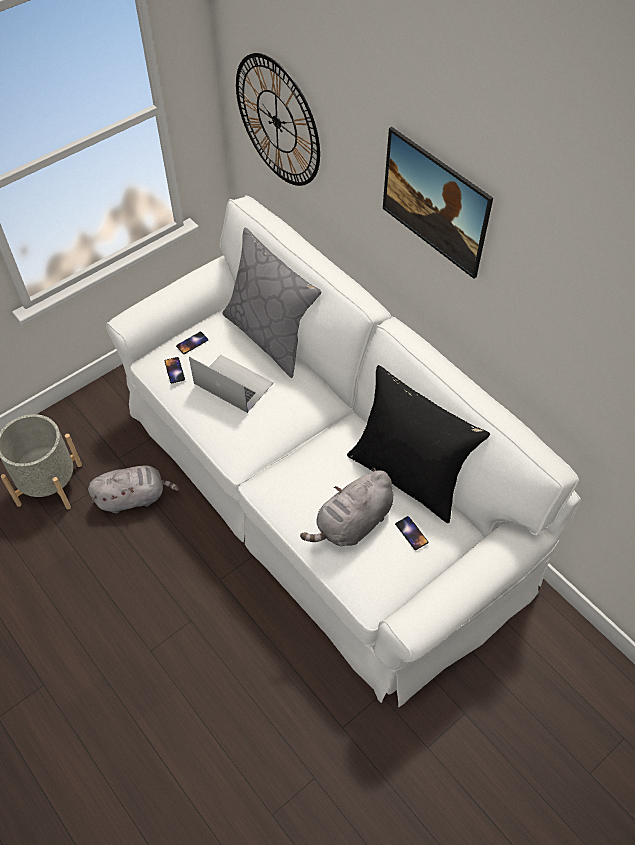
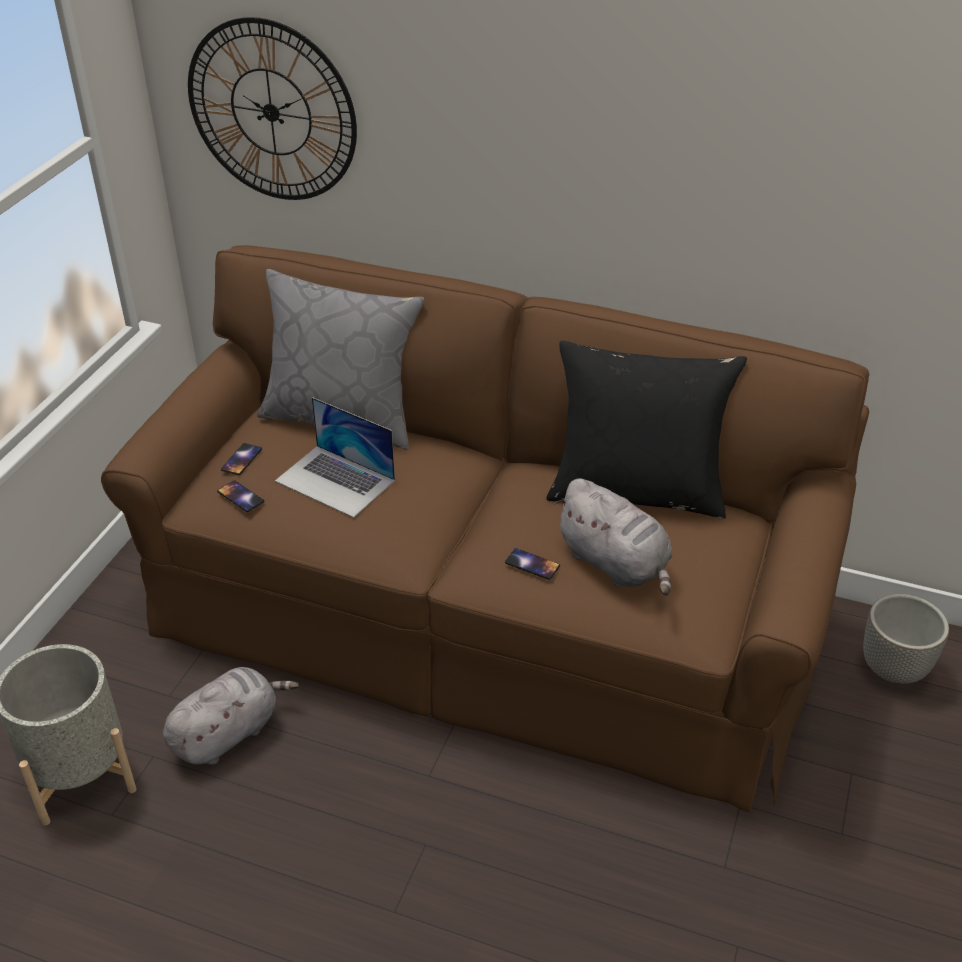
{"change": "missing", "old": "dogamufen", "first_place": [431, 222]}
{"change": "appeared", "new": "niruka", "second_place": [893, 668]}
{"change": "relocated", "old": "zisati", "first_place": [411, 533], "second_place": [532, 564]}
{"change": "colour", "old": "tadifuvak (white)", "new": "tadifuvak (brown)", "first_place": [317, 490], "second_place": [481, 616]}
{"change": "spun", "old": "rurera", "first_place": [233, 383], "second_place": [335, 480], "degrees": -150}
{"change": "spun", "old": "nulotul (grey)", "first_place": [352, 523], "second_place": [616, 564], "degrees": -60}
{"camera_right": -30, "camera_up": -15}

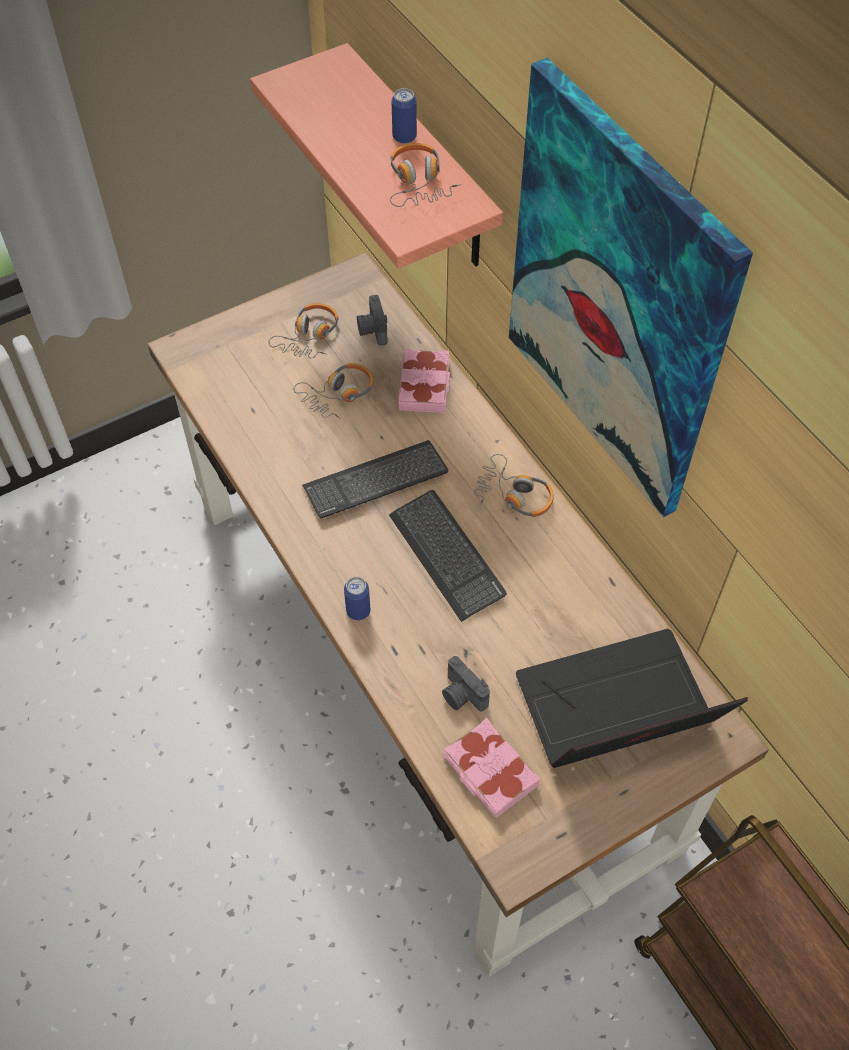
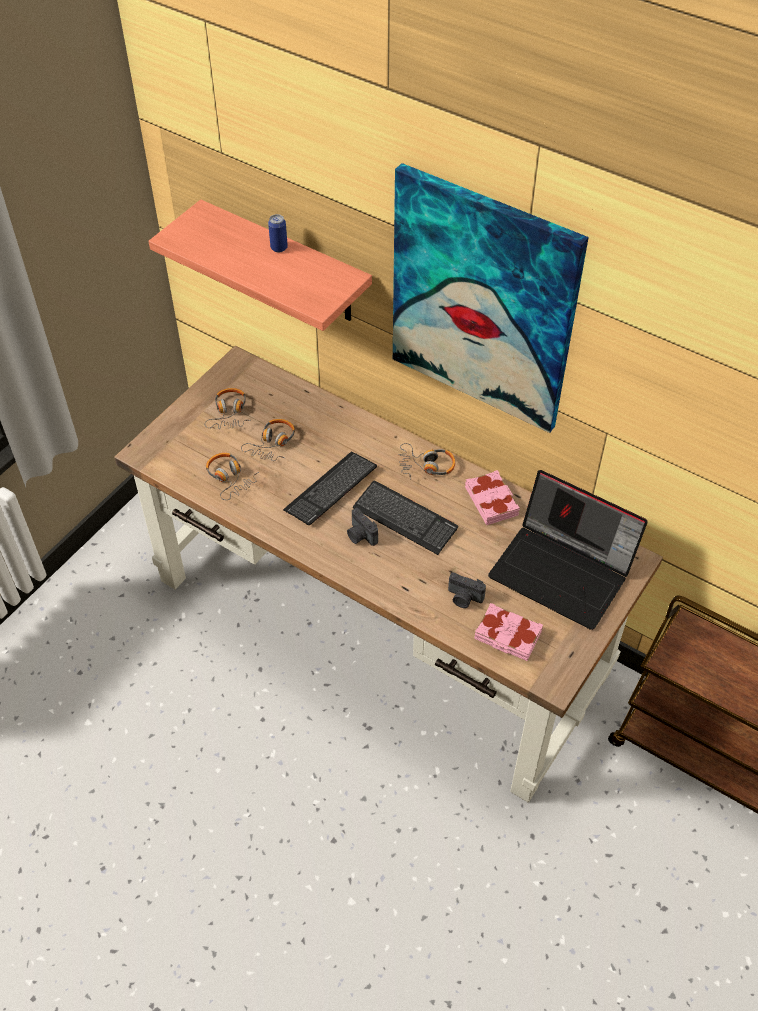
{"change": "missing", "old": "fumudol", "first_place": [358, 611]}
{"change": "relocated", "old": "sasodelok", "first_place": [372, 330], "second_place": [360, 536]}
{"change": "relocated", "old": "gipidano", "first_place": [418, 183], "second_place": [229, 478]}
{"change": "relocated", "old": "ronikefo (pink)", "first_place": [425, 385], "second_place": [492, 501]}
{"change": "spun", "old": "rurera", "first_place": [615, 713], "second_place": [563, 572], "degrees": -105}
{"camera_right": -25, "camera_up": -5}

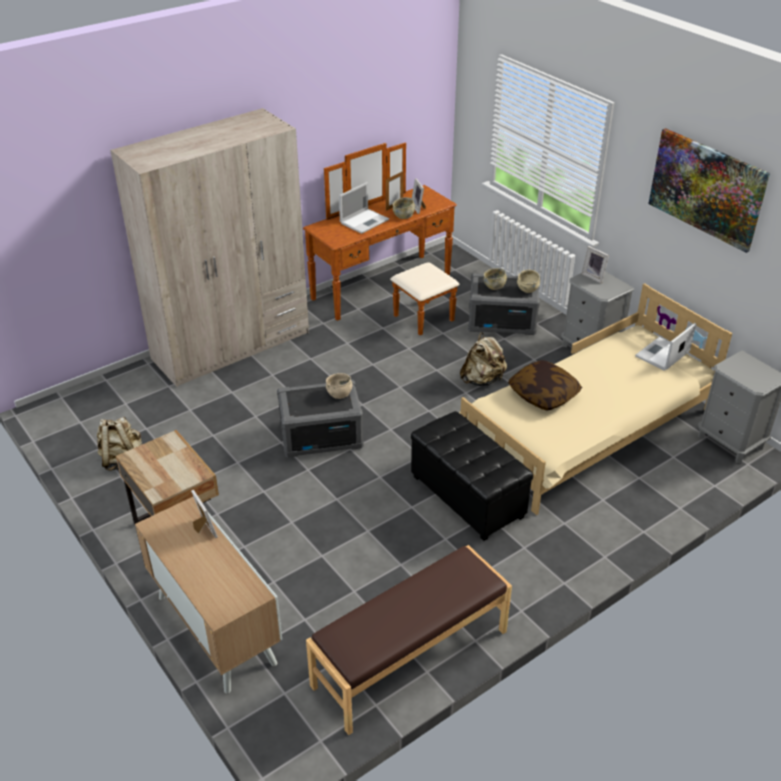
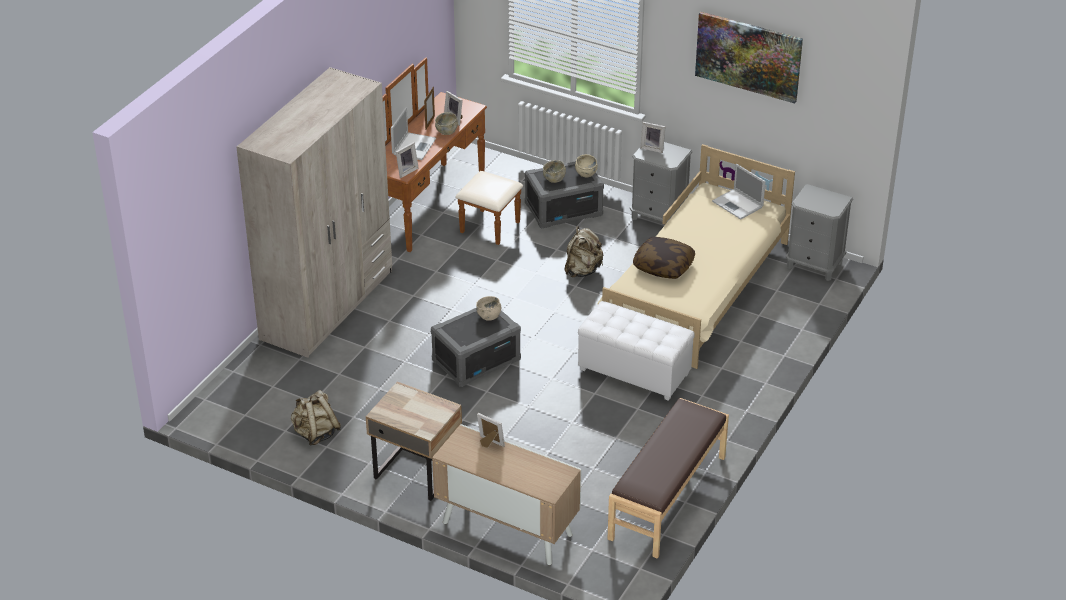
{"change": "appeared", "new": "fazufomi", "second_place": [406, 171]}
{"change": "colour", "old": "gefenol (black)", "new": "gefenol (white)", "first_place": [468, 497], "second_place": [634, 372]}
{"change": "spun", "old": "rurera", "first_place": [662, 355], "second_place": [738, 205], "degrees": -60}
{"camera_right": -25, "camera_up": 0}

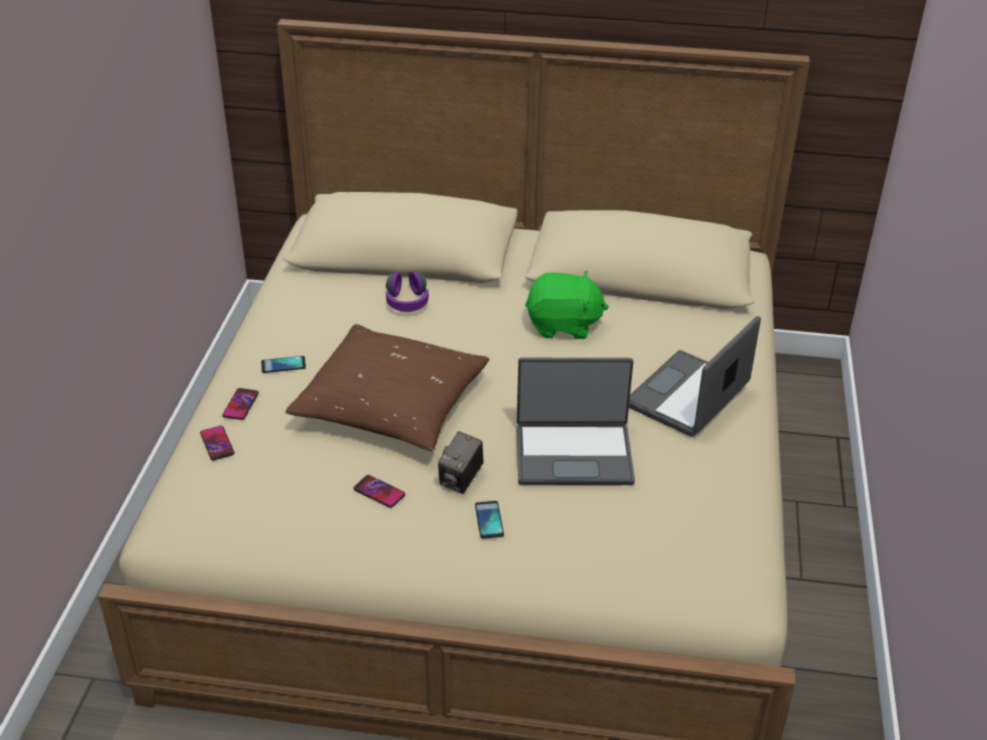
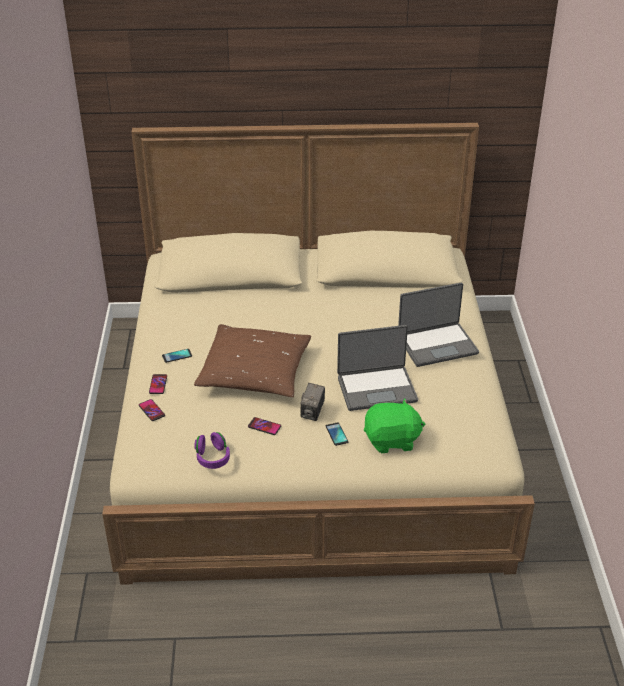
{"change": "relocated", "old": "gipidano (purple)", "first_place": [407, 302], "second_place": [212, 458]}
{"change": "relocated", "old": "nulotul (green)", "first_place": [563, 325], "second_place": [392, 440]}
{"change": "spun", "old": "rurera", "first_place": [689, 397], "second_place": [437, 345], "degrees": -135}
{"camera_right": -10, "camera_up": 0}

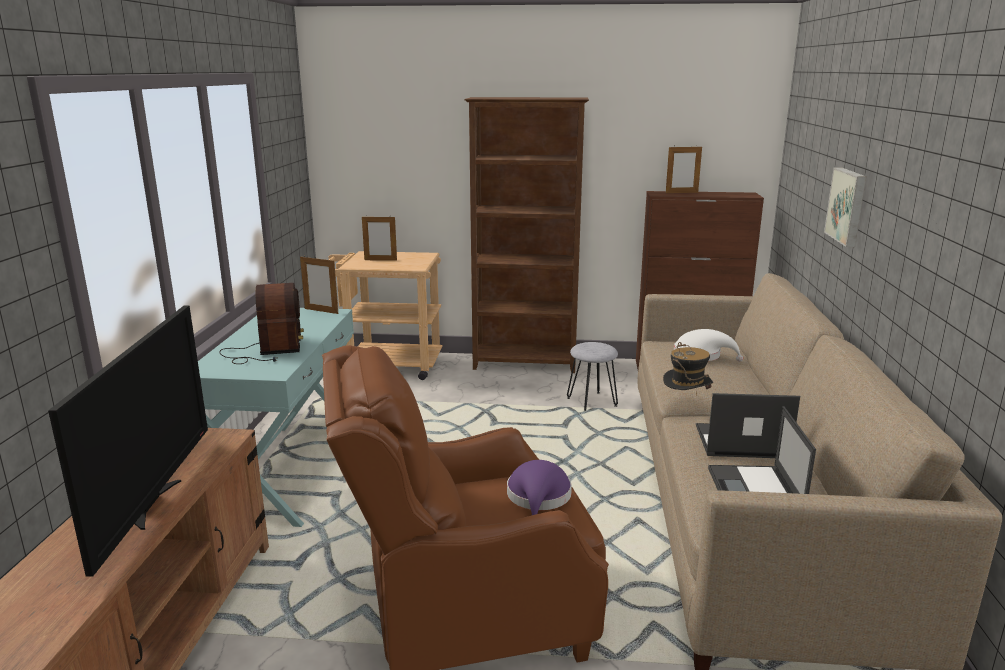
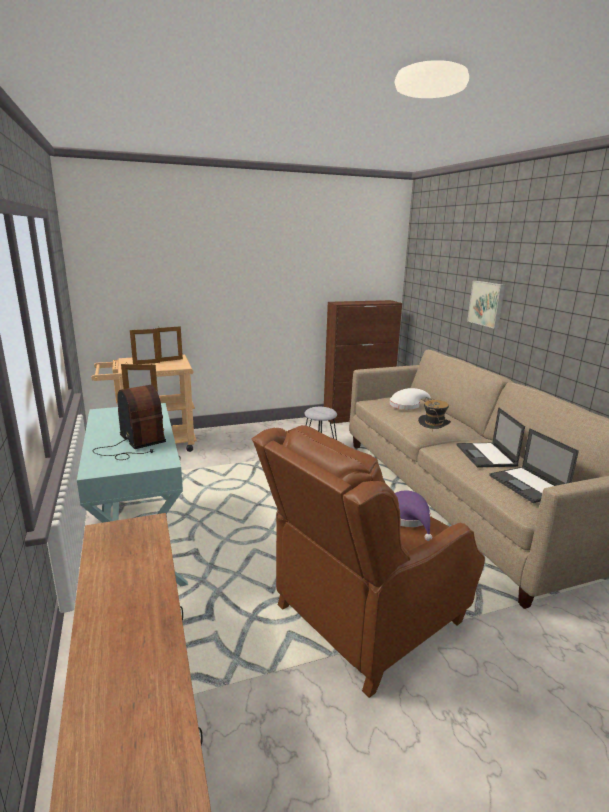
{"change": "missing", "old": "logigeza", "first_place": [154, 503]}
{"change": "missing", "old": "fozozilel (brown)", "first_place": [525, 364]}
{"change": "relocated", "old": "fazufomi", "first_place": [681, 192], "second_place": [170, 360]}
{"change": "spun", "old": "rurera", "first_place": [740, 442], "second_place": [486, 455], "degrees": -75}
{"camera_right": -25, "camera_up": 0}

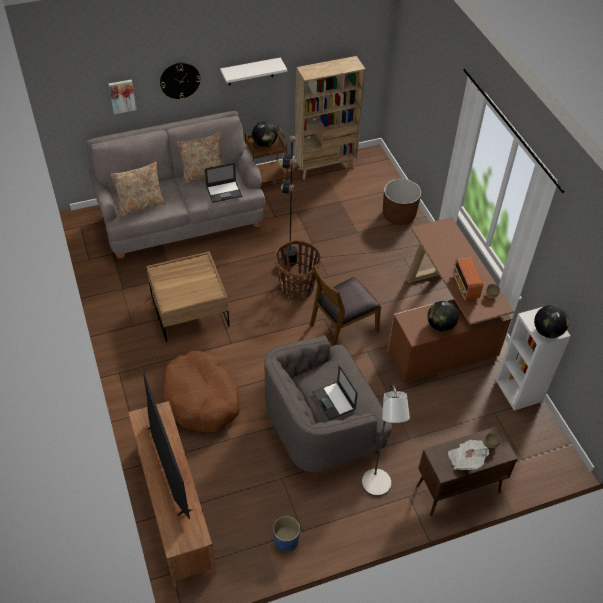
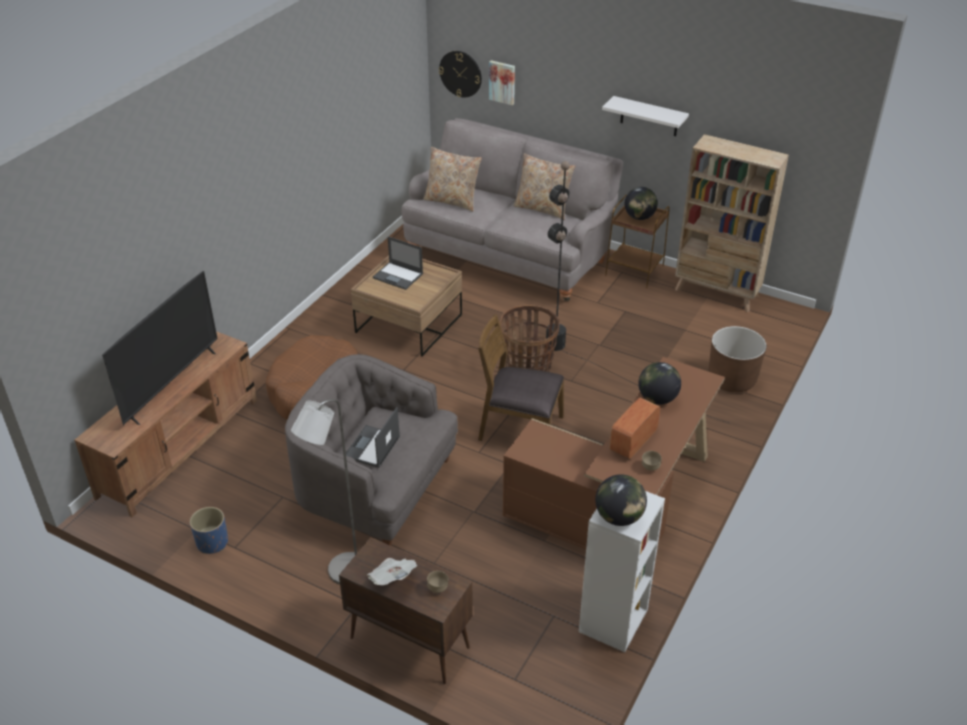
{"change": "relocated", "old": "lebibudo", "first_place": [180, 80], "second_place": [460, 73]}
{"change": "relocated", "old": "rurera", "first_place": [224, 191], "second_place": [398, 276]}
{"change": "relocated", "old": "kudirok", "first_place": [440, 325], "second_place": [657, 399]}
{"camera_right": 50, "camera_up": -10}

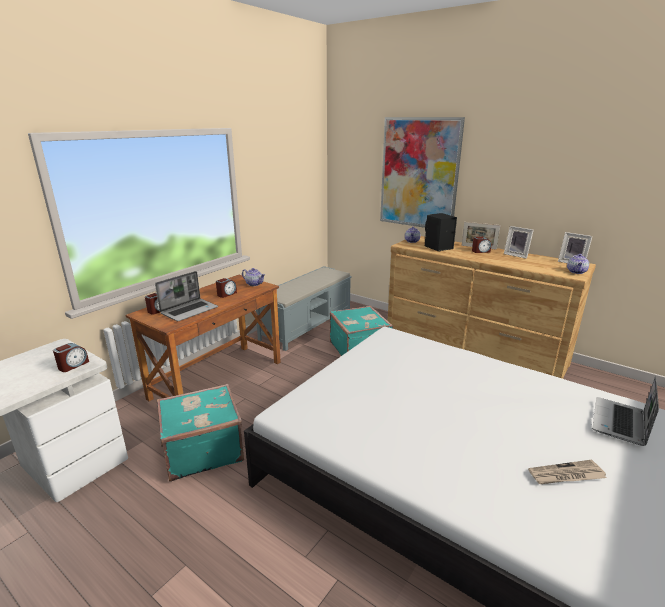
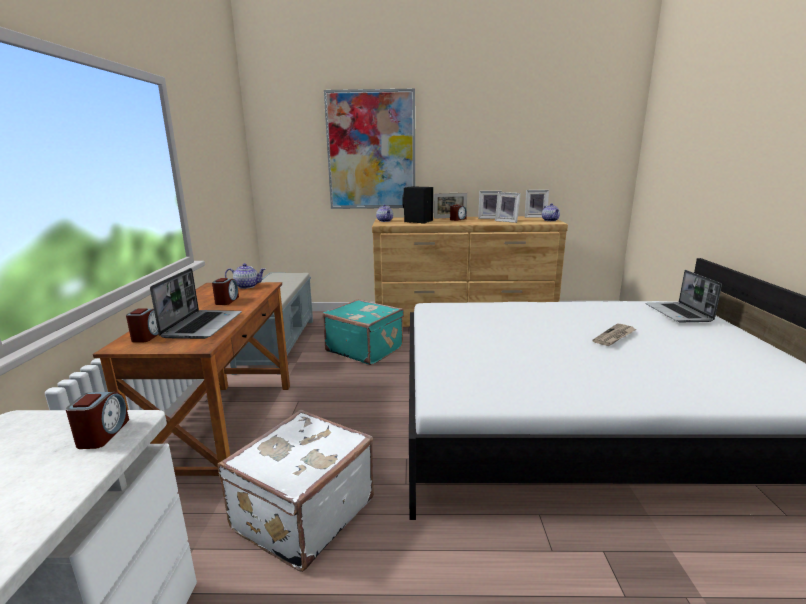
{"change": "appeared", "new": "fazufomi", "second_place": [507, 221]}
{"change": "relocated", "old": "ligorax", "first_place": [566, 475], "second_place": [614, 336]}
{"change": "colour", "old": "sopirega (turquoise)", "new": "sopirega (white)", "first_place": [202, 450], "second_place": [301, 513]}
{"camera_right": -35, "camera_up": -5}

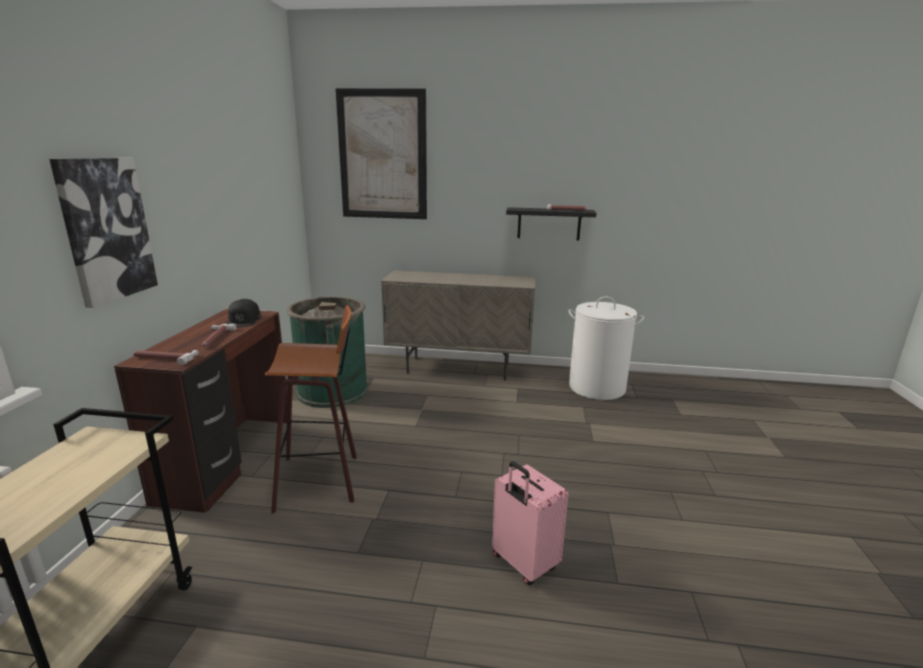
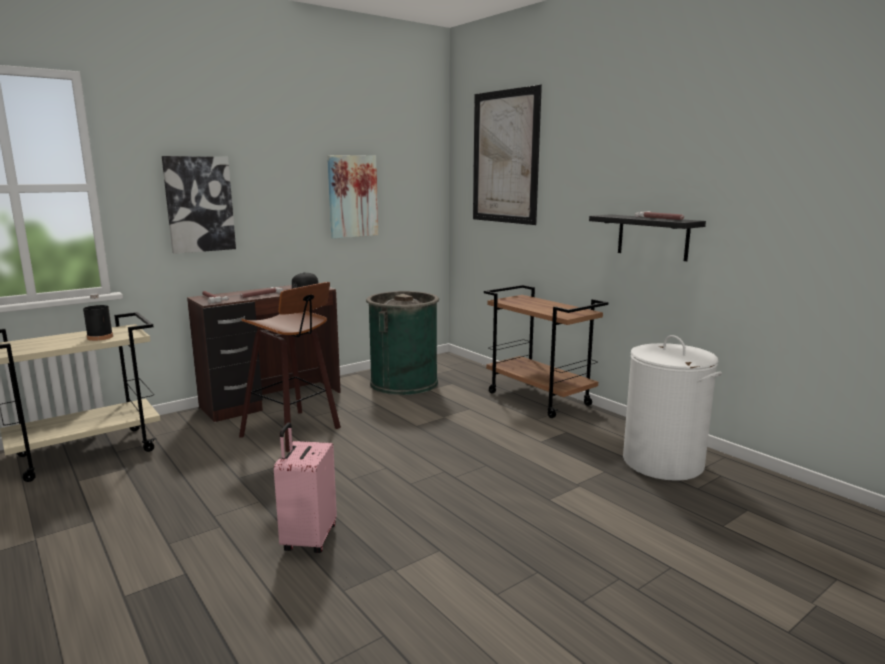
{"change": "appeared", "new": "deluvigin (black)", "second_place": [100, 337]}
{"change": "appeared", "new": "dogamufen", "second_place": [352, 196]}
{"change": "exchanged", "old": "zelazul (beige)", "new": "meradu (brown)", "first_place": [459, 369], "second_place": [540, 399]}
{"camera_right": 45, "camera_up": -5}

